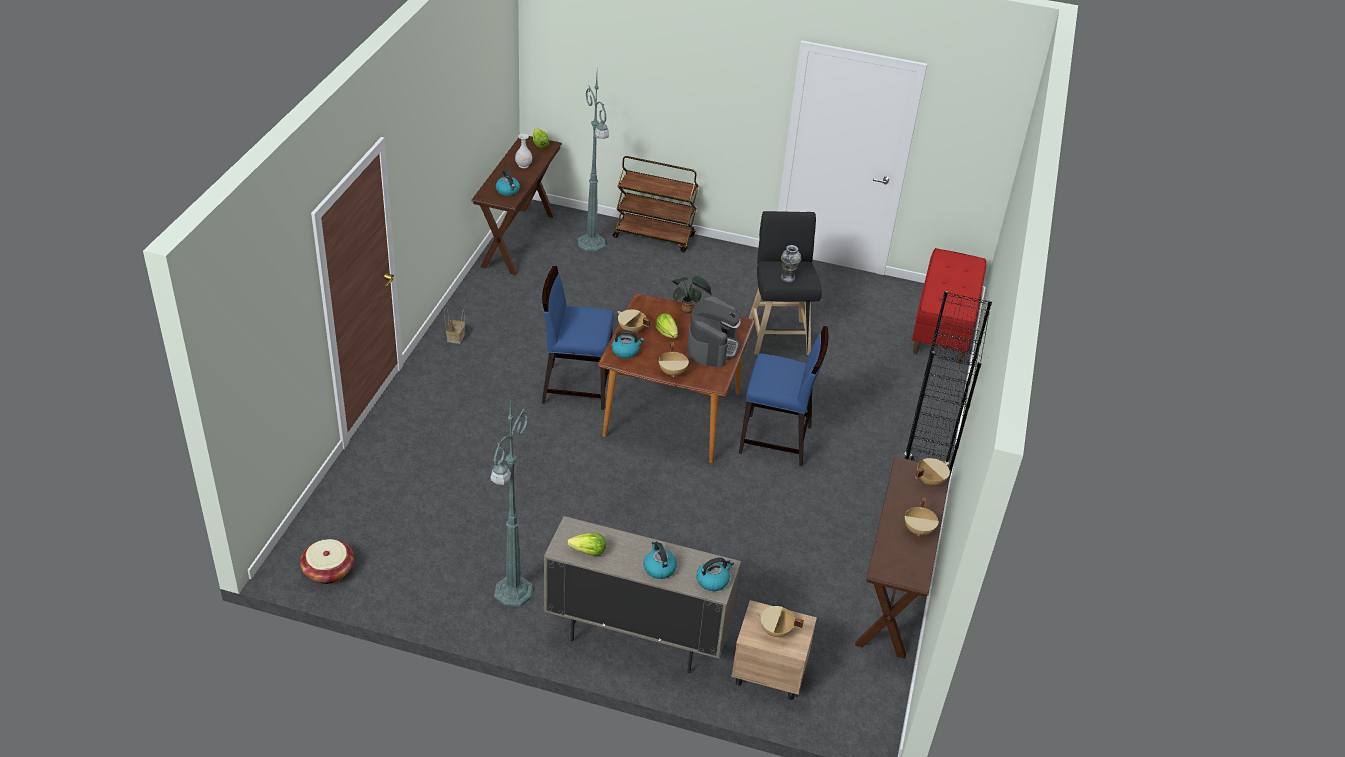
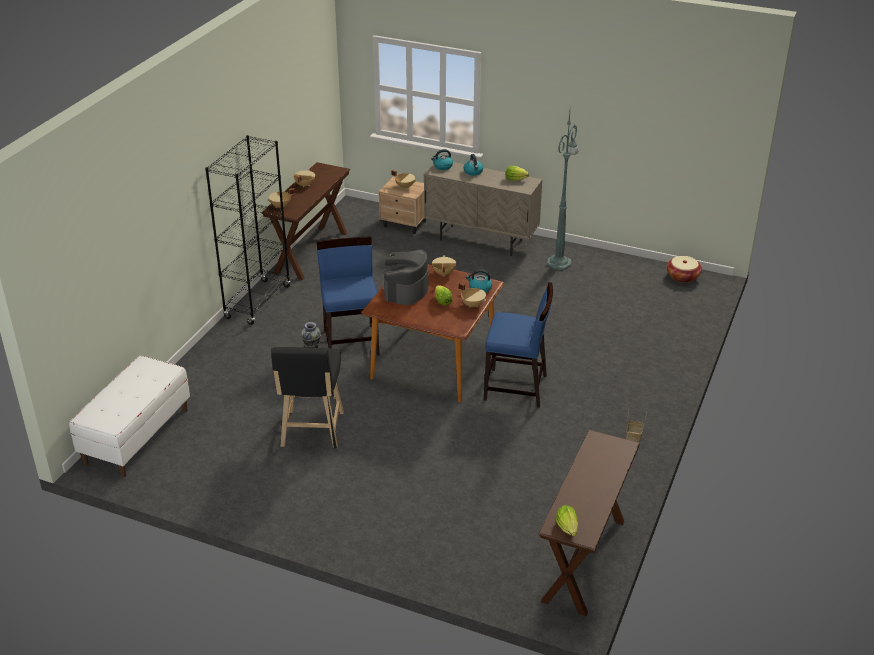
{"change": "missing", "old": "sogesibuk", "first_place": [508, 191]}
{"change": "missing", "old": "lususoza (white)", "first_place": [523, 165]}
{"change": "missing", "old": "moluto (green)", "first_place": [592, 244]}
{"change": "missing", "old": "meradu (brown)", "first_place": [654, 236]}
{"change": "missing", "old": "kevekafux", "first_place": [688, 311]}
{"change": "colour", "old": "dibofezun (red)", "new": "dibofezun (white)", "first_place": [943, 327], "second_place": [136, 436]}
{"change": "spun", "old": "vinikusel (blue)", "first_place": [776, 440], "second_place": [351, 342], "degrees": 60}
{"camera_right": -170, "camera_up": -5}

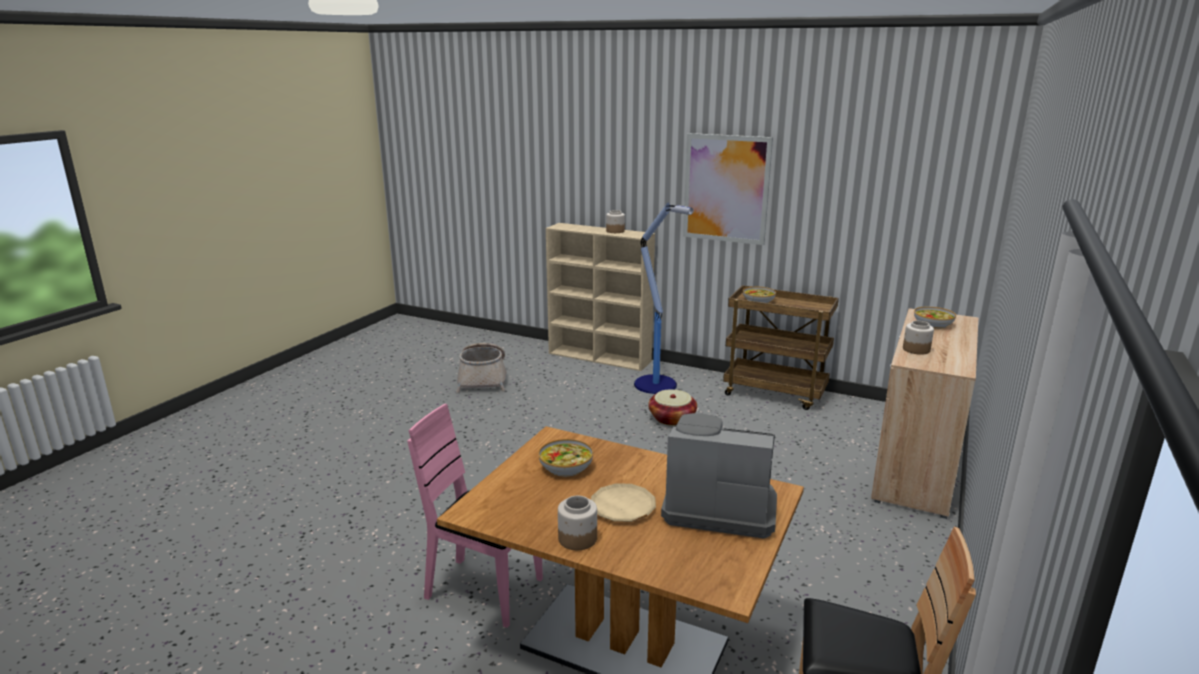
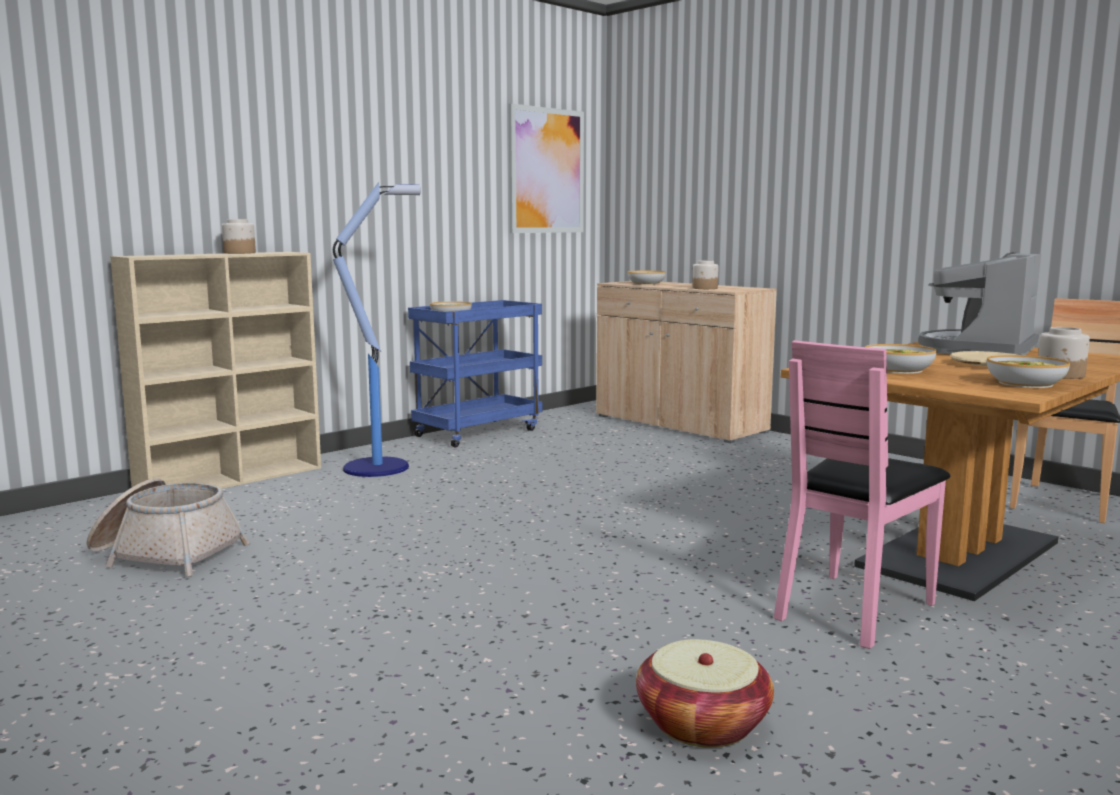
{"change": "appeared", "new": "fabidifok", "second_place": [1024, 383]}
{"change": "relocated", "old": "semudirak", "first_place": [672, 418], "second_place": [702, 723]}
{"change": "relocated", "old": "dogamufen", "first_place": [726, 188], "second_place": [546, 171]}
{"change": "colour", "old": "meradu (brown)", "new": "meradu (blue)", "first_place": [775, 393], "second_place": [478, 432]}
{"camera_right": -70, "camera_up": -10}

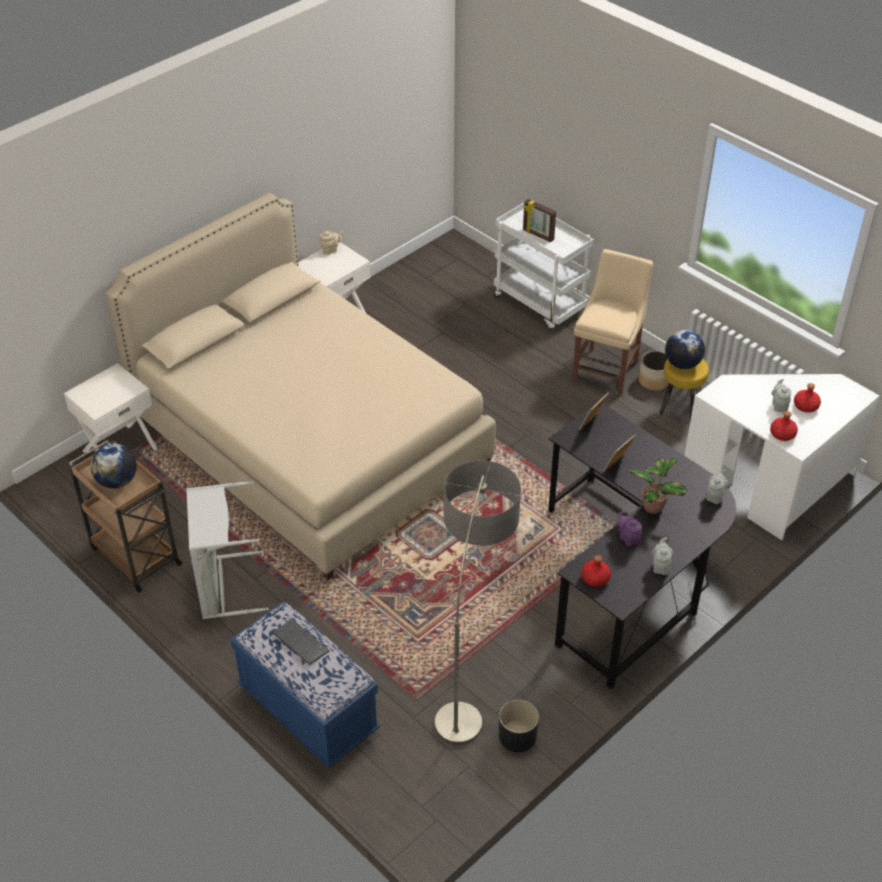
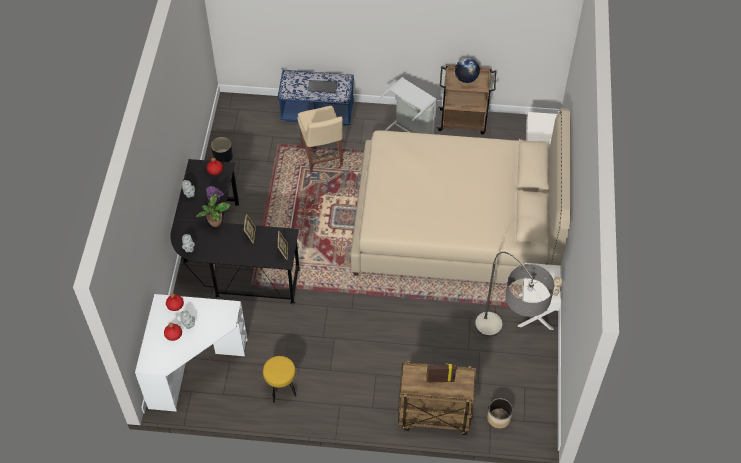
{"change": "missing", "old": "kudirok", "first_place": [682, 364]}
{"change": "relocated", "old": "moluto", "first_place": [471, 678], "second_place": [505, 351]}
{"change": "relocated", "old": "vinikusel (beige)", "first_place": [607, 369], "second_place": [322, 158]}
{"change": "relocated", "old": "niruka", "first_place": [654, 381], "second_place": [498, 418]}
{"change": "colour", "old": "meradu (white)", "new": "meradu (brown)", "first_place": [540, 304], "second_place": [433, 417]}
{"camera_right": 140, "camera_up": 10}

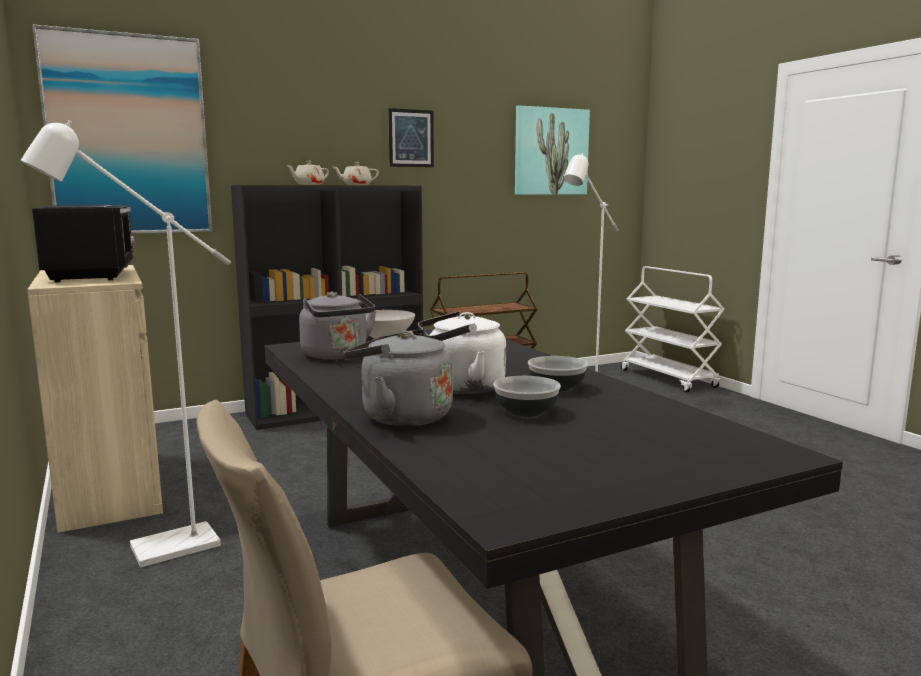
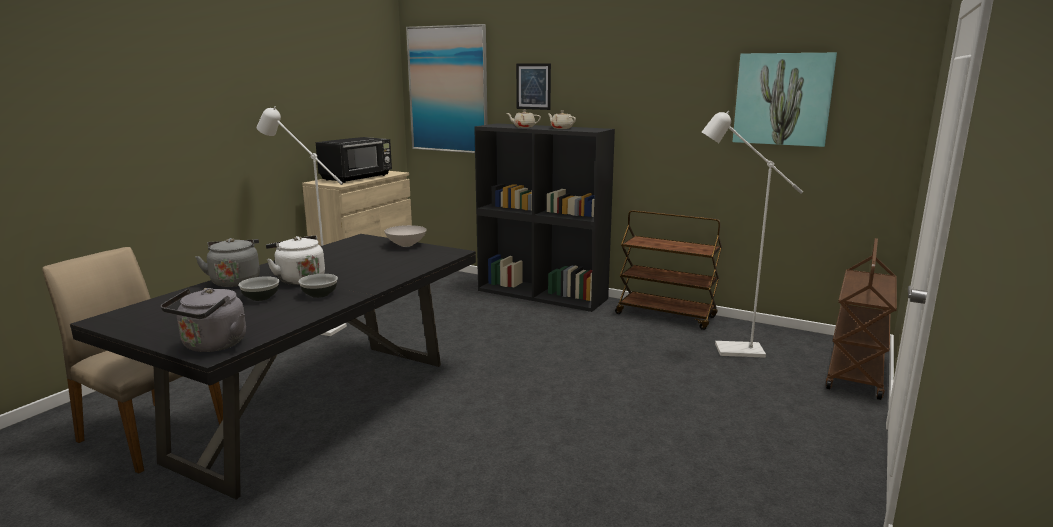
{"change": "relocated", "old": "sogesibuk (grey)", "first_place": [337, 356], "second_place": [212, 346]}
{"change": "relocated", "old": "dogamufen", "first_place": [411, 138], "second_place": [533, 86]}
{"change": "colour", "old": "meradu (white)", "new": "meradu (brown)", "first_place": [669, 379], "second_place": [856, 372]}
{"camera_right": 55, "camera_up": 5}

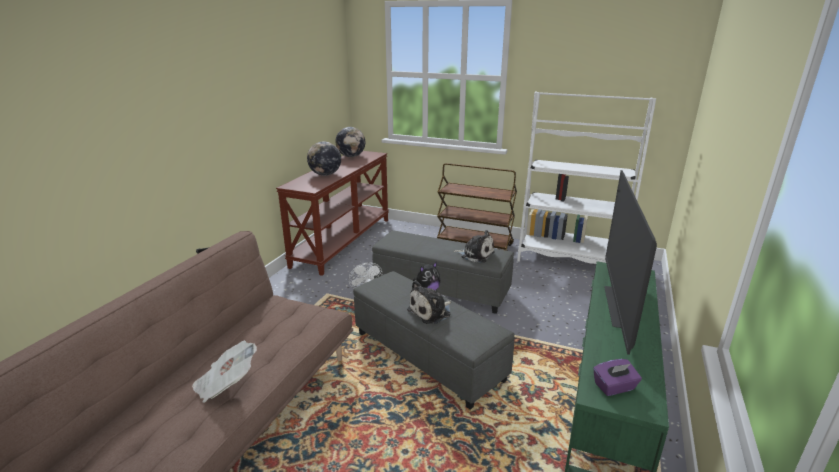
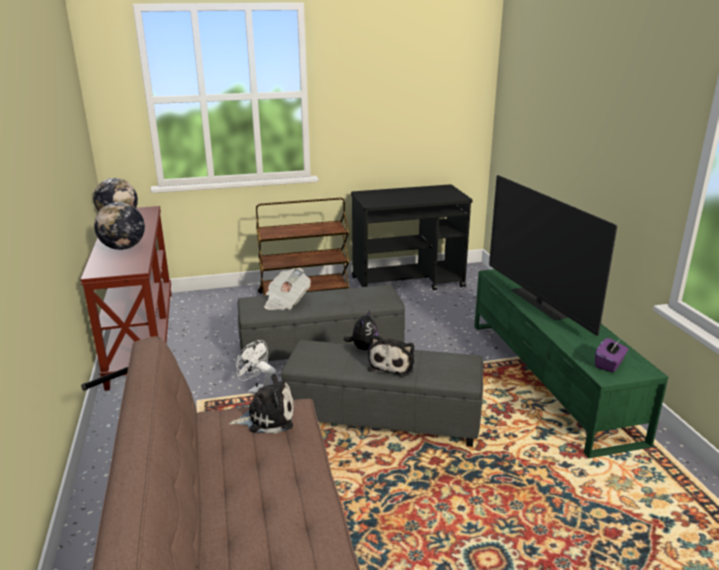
{"change": "relocated", "old": "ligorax", "first_place": [226, 384], "second_place": [286, 301]}
{"change": "relocated", "old": "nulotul", "first_place": [475, 254], "second_place": [267, 418]}
{"change": "exchanged", "old": "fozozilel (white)", "new": "meradu (black)", "first_place": [569, 259], "second_place": [408, 282]}
{"camera_right": -35, "camera_up": 0}

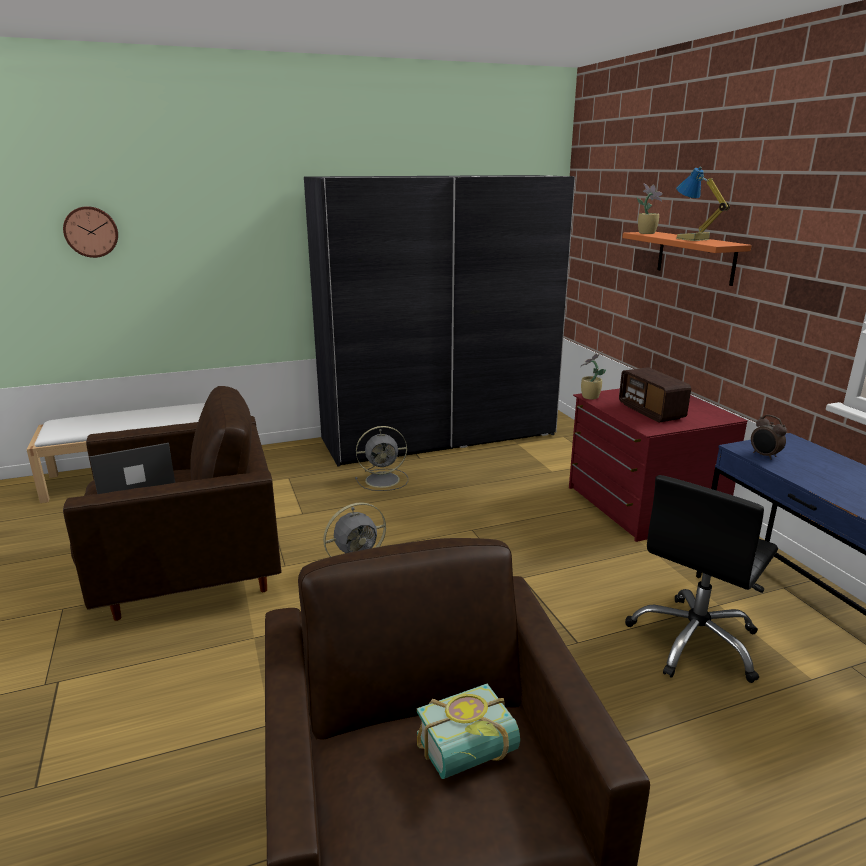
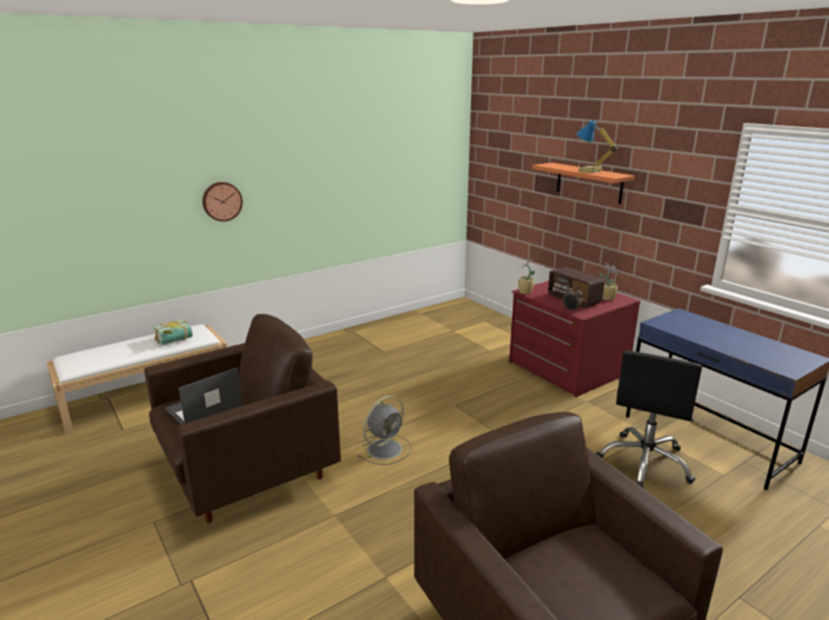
{"change": "missing", "old": "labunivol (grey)", "first_place": [439, 436]}
{"change": "missing", "old": "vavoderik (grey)", "first_place": [384, 480]}
{"change": "relocated", "old": "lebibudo", "first_place": [91, 232], "second_place": [222, 201]}
{"change": "relocated", "old": "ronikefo", "first_place": [471, 756], "second_place": [175, 341]}
{"change": "relocated", "old": "kevekafux", "first_place": [646, 233], "second_place": [607, 298]}
{"change": "relocated", "old": "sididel", "first_place": [764, 456], "second_place": [571, 310]}
{"camera_right": -15, "camera_up": 0}

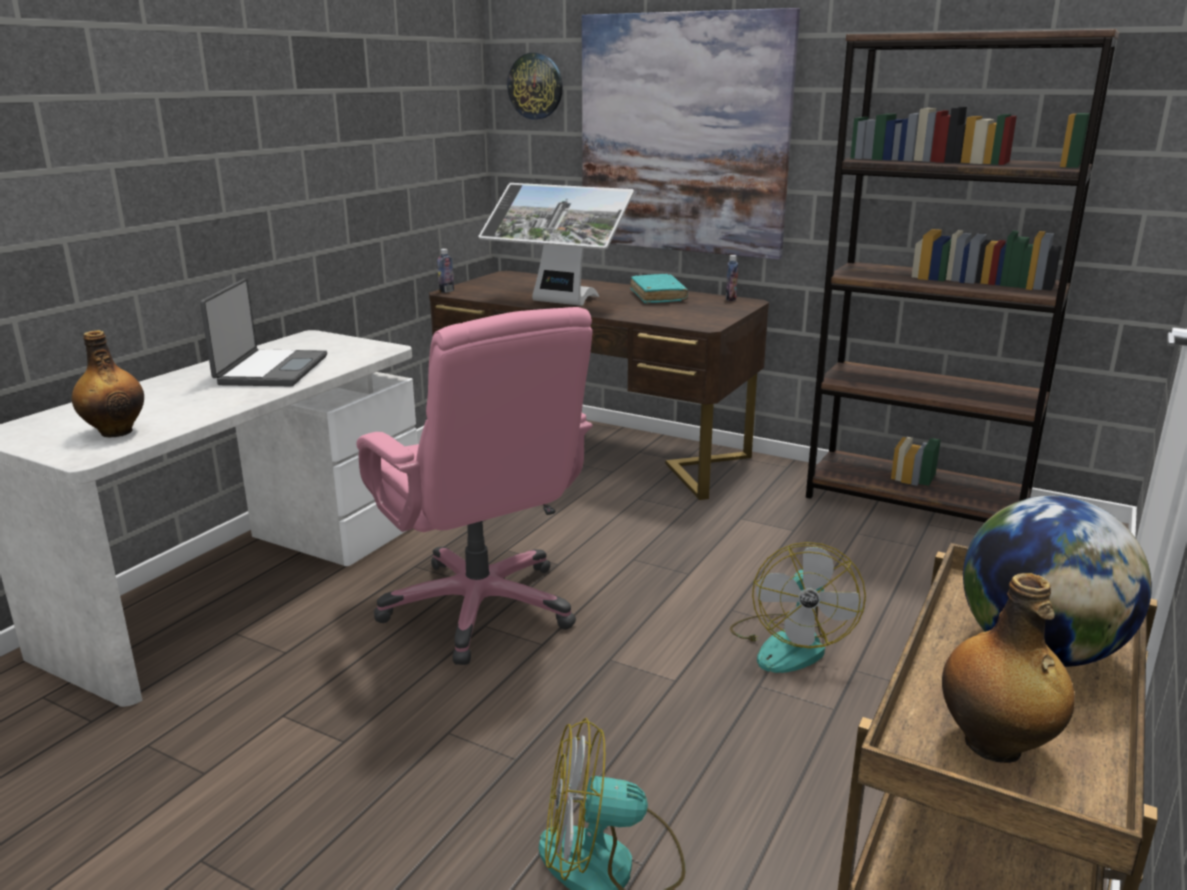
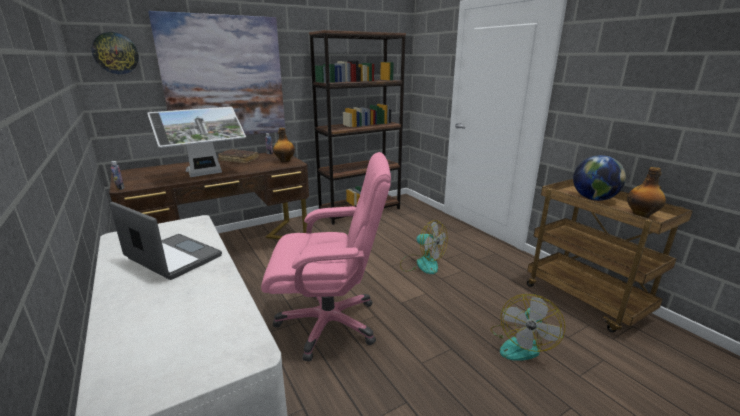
{"change": "relocated", "old": "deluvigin", "first_place": [116, 432], "second_place": [284, 161]}
{"change": "colour", "old": "ronikefo (turquoise)", "new": "ronikefo (brown)", "first_place": [658, 296], "second_place": [239, 160]}
{"camera_right": -60, "camera_up": 0}

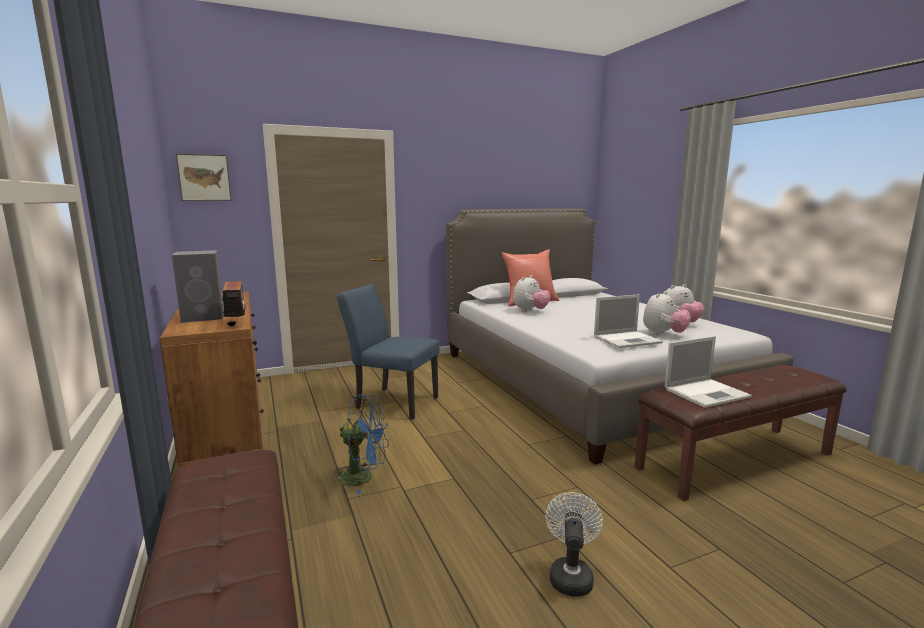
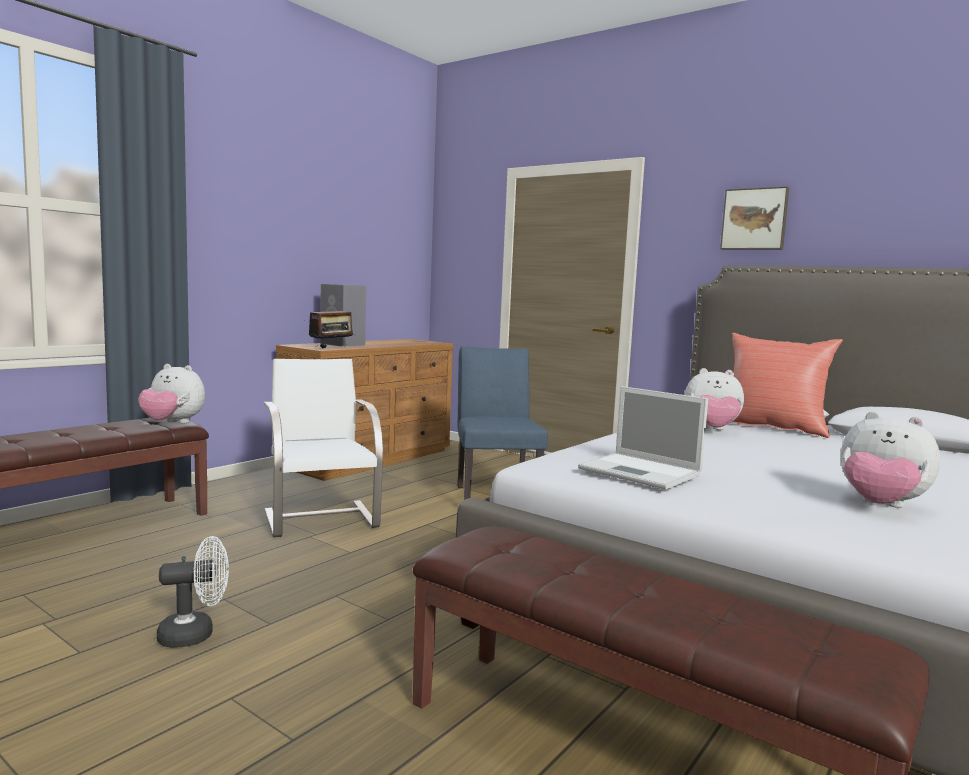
{"change": "missing", "old": "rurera", "first_place": [707, 393]}
{"change": "relocated", "old": "dogamufen", "first_place": [204, 178], "second_place": [755, 219]}
{"change": "relocated", "old": "nulotul", "first_place": [663, 334], "second_place": [172, 423]}
{"change": "exchanged", "old": "vavoderik (blue)", "new": "vinikusel (white)", "first_place": [364, 477], "second_place": [321, 518]}
{"camera_right": 60, "camera_up": -5}

